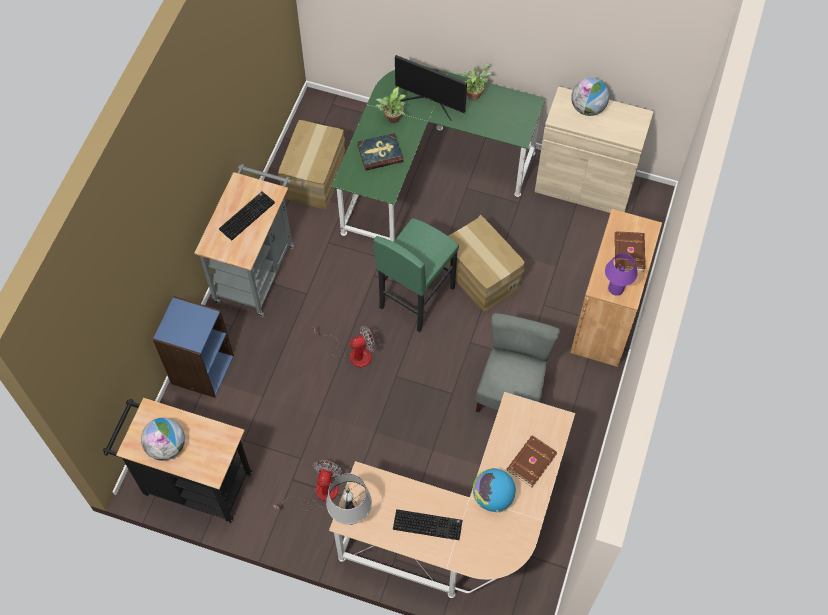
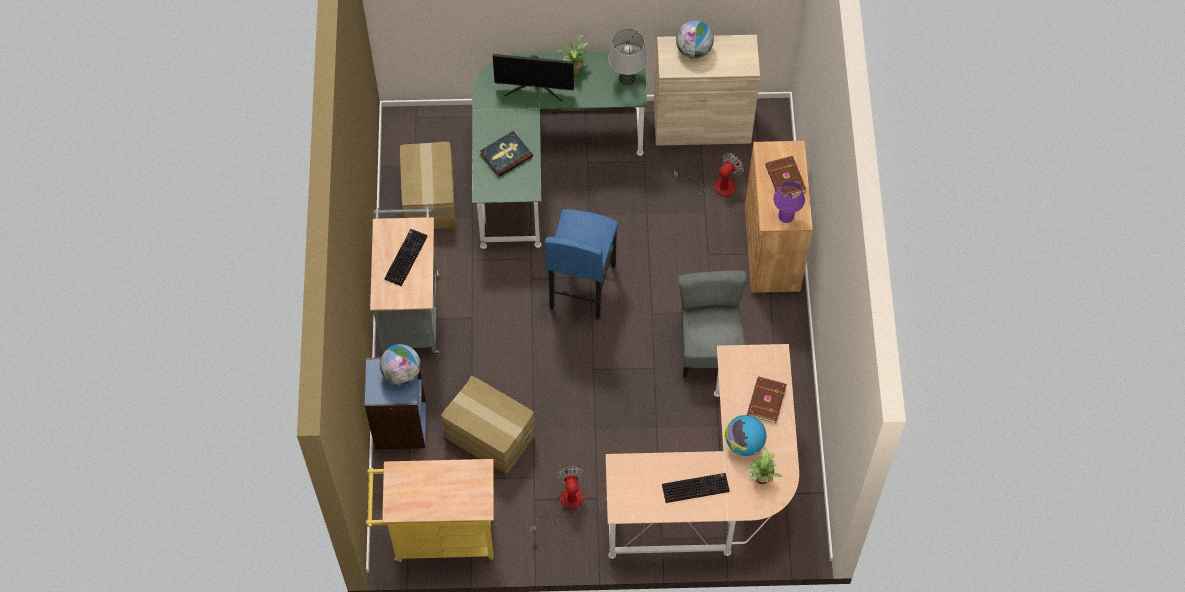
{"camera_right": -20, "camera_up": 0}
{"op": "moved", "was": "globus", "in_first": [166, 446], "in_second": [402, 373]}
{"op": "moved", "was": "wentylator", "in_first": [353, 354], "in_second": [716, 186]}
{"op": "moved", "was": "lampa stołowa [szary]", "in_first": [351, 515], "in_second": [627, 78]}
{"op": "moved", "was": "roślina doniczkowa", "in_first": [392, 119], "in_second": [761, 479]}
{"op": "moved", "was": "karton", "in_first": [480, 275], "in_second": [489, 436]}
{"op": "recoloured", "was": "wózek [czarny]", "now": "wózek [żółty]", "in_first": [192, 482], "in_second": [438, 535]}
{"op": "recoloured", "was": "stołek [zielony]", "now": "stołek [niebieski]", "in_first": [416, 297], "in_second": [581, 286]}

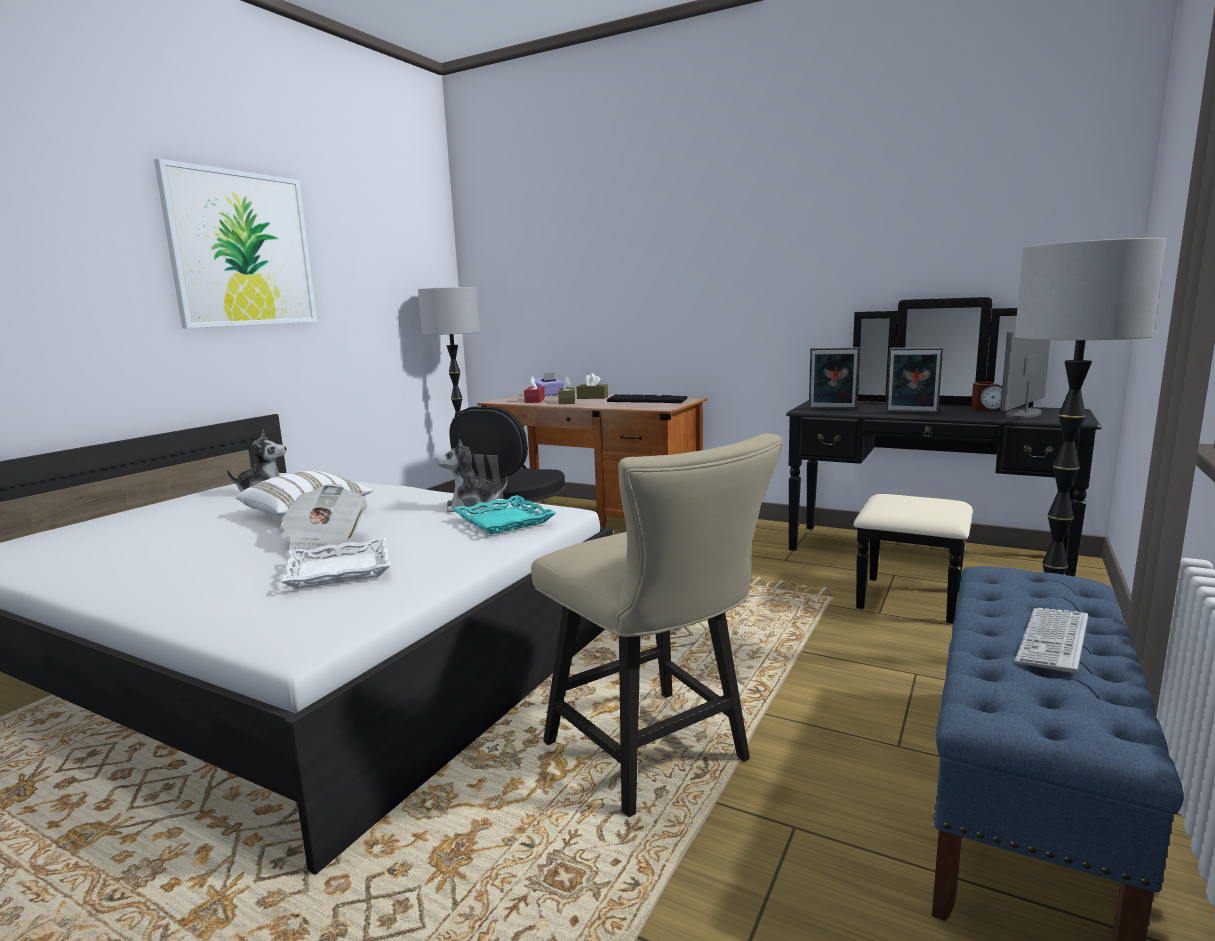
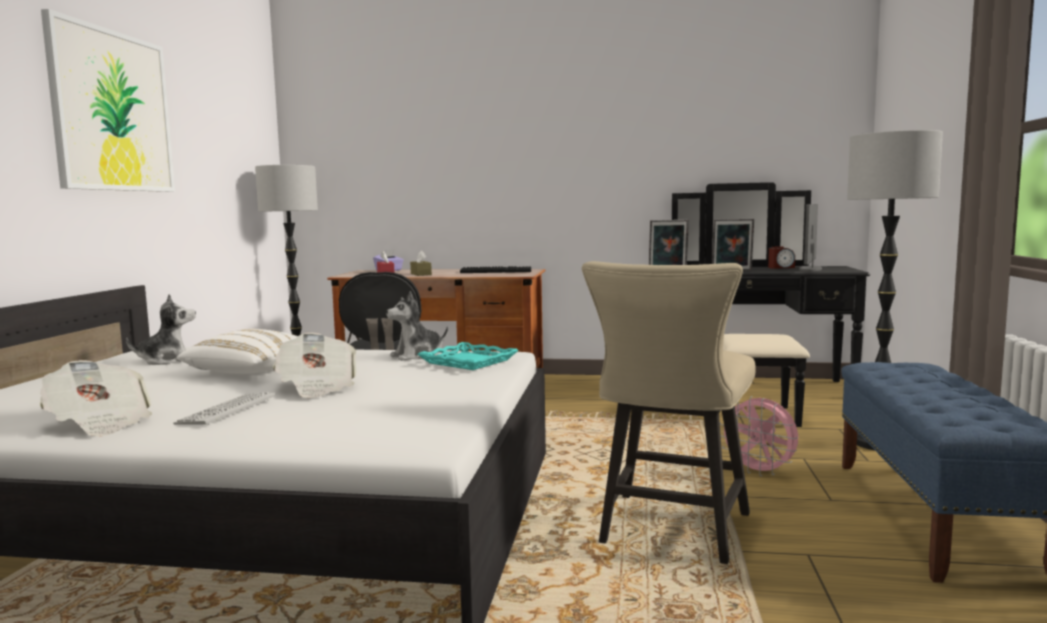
{"camera_right": -20, "camera_up": -5}
{"op": "removed", "was": "taca [biały]", "in_first": [338, 571]}
{"op": "removed", "was": "pudełko chusteczek [brązowy]", "in_first": [592, 397]}
{"op": "added", "now": "gazeta", "in_second": [100, 423]}
{"op": "added", "now": "wentylator [różowy]", "in_second": [759, 472]}
{"op": "moved", "was": "klawiatura", "in_first": [1052, 640], "in_second": [227, 410]}
{"op": "turned", "was": "krzesło [beżowy]", "in_first": [656, 756], "in_second": [671, 532], "clockwise": 75}

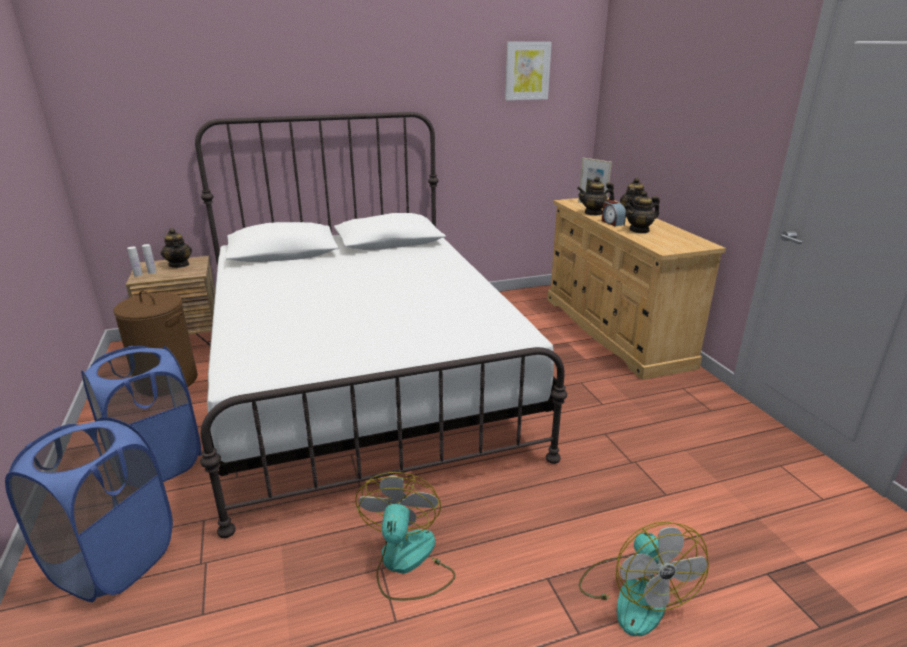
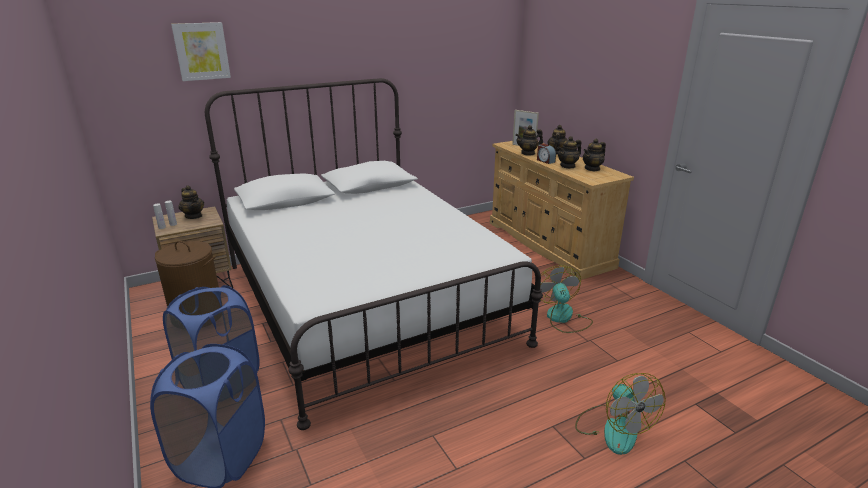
{"camera_right": -10, "camera_up": 0}
{"op": "added", "now": "imbryk", "in_second": [592, 169]}
{"op": "moved", "was": "wentylator", "in_first": [407, 563], "in_second": [563, 318]}
{"op": "moved", "was": "obraz", "in_first": [527, 71], "in_second": [201, 51]}

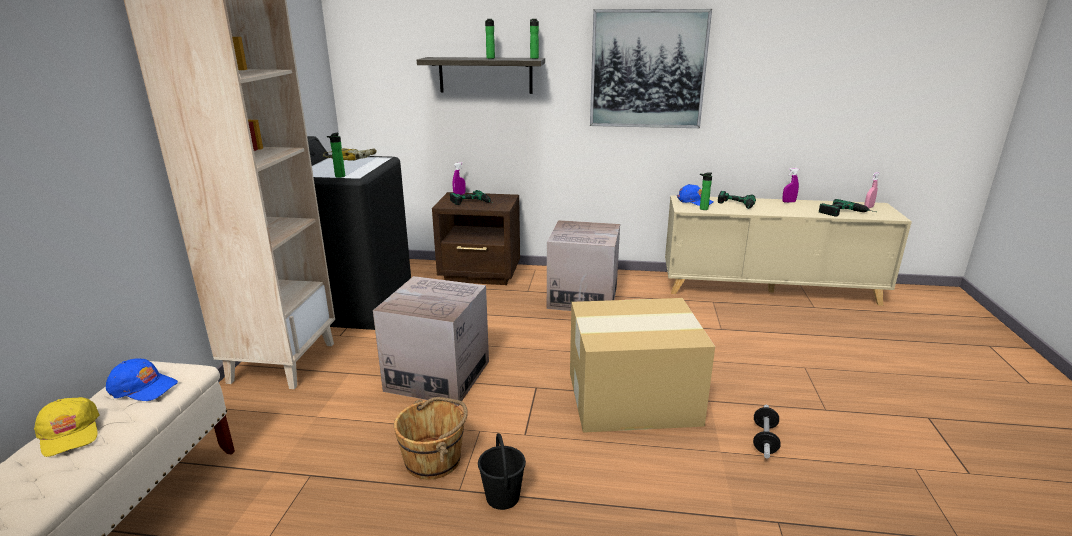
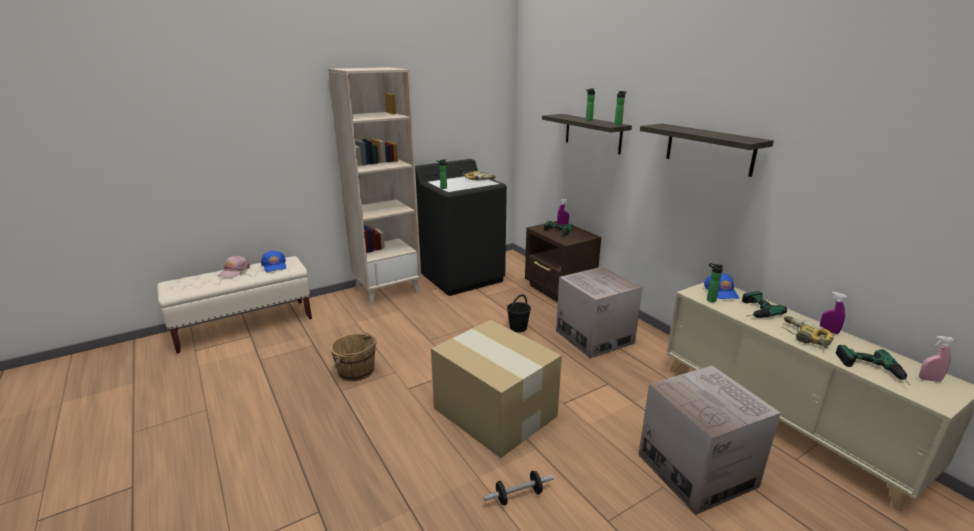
{"camera_right": 50, "camera_up": 0}
{"op": "added", "now": "wiertarka", "in_second": [803, 337]}
{"op": "moved", "was": "karton", "in_first": [438, 376], "in_second": [696, 470]}
{"op": "moved", "was": "wiadro [czarny]", "in_first": [502, 496], "in_second": [518, 327]}
{"op": "replaced", "was": "obraz", "now": "półka", "in_first": [647, 69], "in_second": [709, 149]}
{"op": "recoloured", "was": "czapka z daszkiem [żółty]", "now": "czapka z daszkiem [różowy]", "in_first": [70, 433], "in_second": [234, 271]}

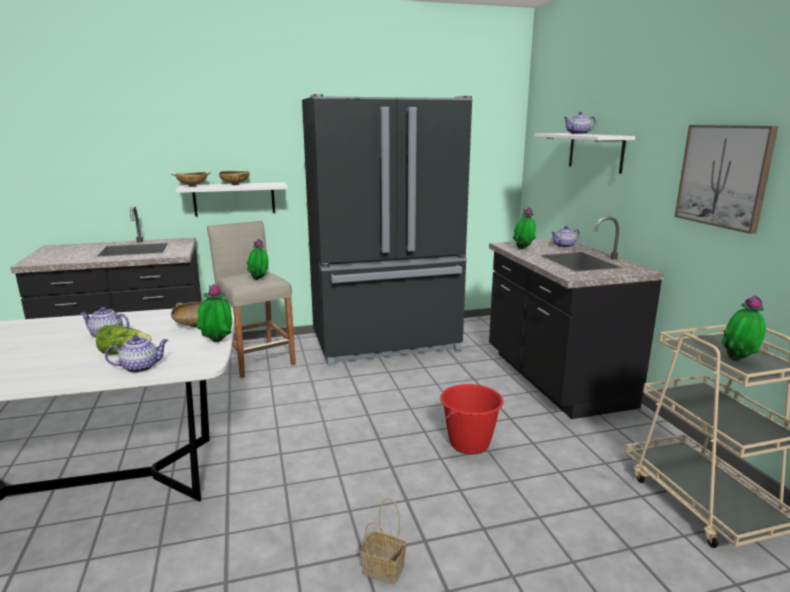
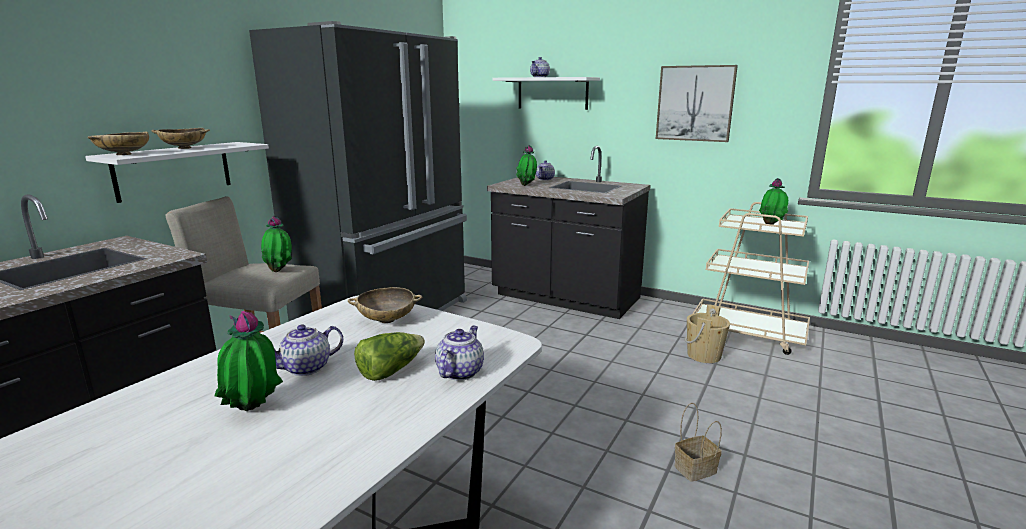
{"camera_right": -45, "camera_up": 0}
{"op": "removed", "was": "wiadro [czerwony]", "in_first": [469, 444]}
{"op": "added", "now": "wiadro [beżowy]", "in_second": [704, 355]}
{"op": "moved", "was": "roślina doniczkowa", "in_first": [217, 343], "in_second": [253, 411]}

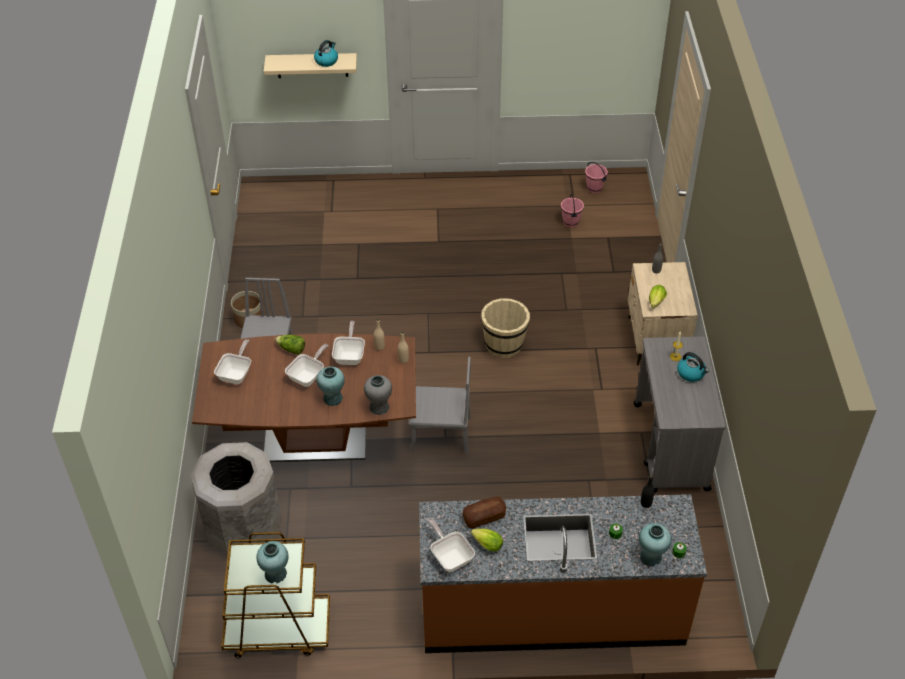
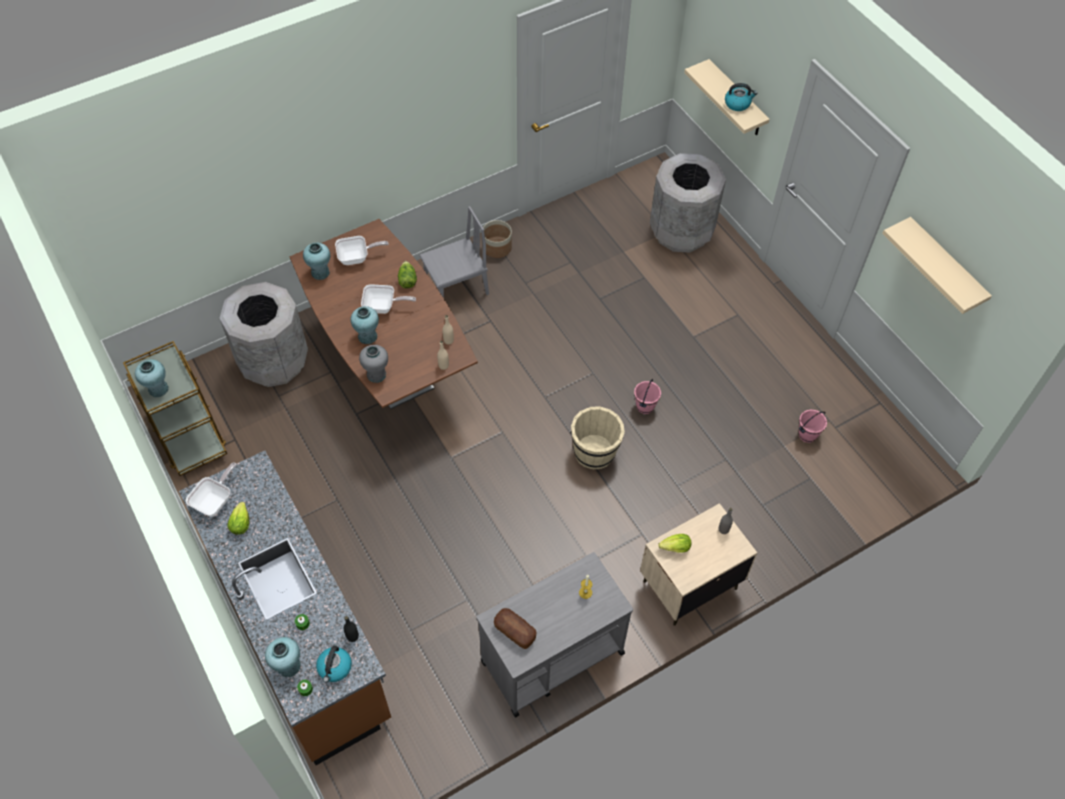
{"camera_right": 60, "camera_up": 10}
{"op": "removed", "was": "patelnia", "in_first": [350, 355]}
{"op": "removed", "was": "krzesło [szary]", "in_first": [441, 434]}
{"op": "added", "now": "wazon [turkusowy]", "in_second": [320, 272]}
{"op": "added", "now": "kosz na śmieci [szary]", "in_second": [681, 231]}
{"op": "added", "now": "półka [beżowy]", "in_second": [944, 266]}
{"op": "moved", "was": "chleb", "in_first": [484, 517], "in_second": [515, 631]}
{"op": "moved", "was": "wiadro [różowy]", "in_first": [594, 188], "in_second": [644, 406]}
{"op": "moved", "was": "czajnik", "in_first": [691, 373], "in_second": [335, 668]}

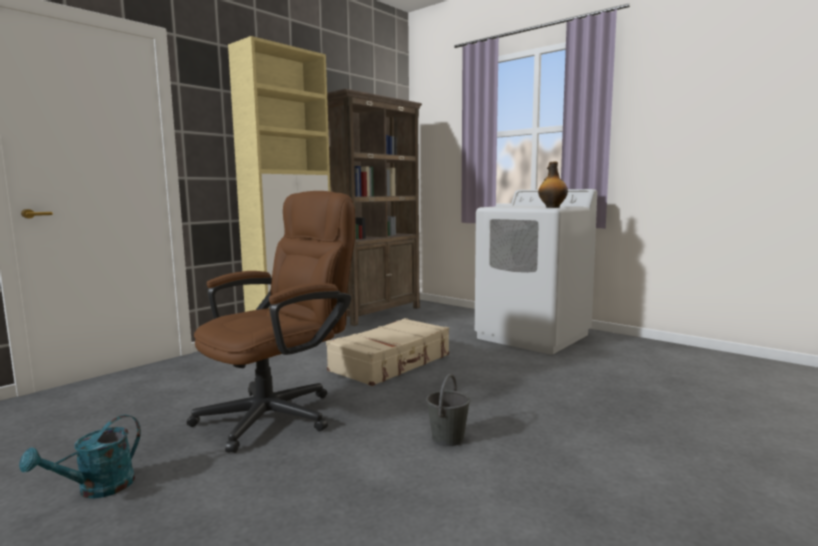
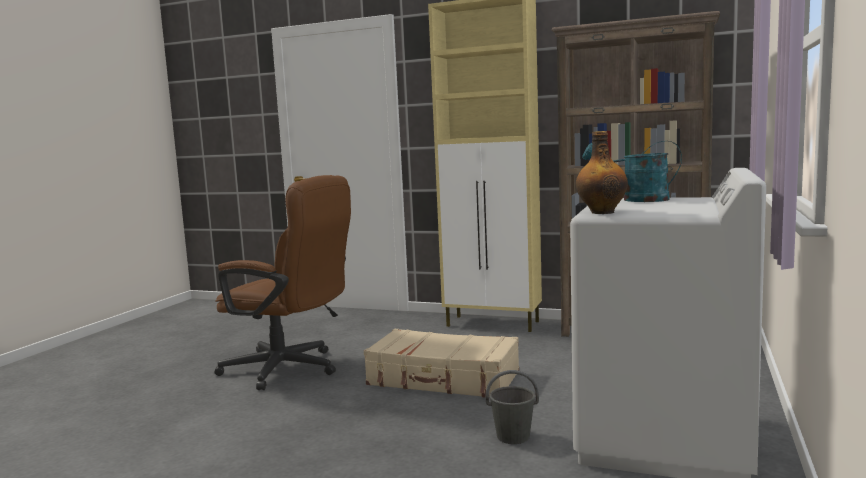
{"camera_right": 70, "camera_up": 0}
{"op": "moved", "was": "konewka [turkusowy]", "in_first": [97, 489], "in_second": [636, 200]}
{"op": "moved", "was": "wiadro [szary]", "in_first": [447, 439], "in_second": [512, 436]}

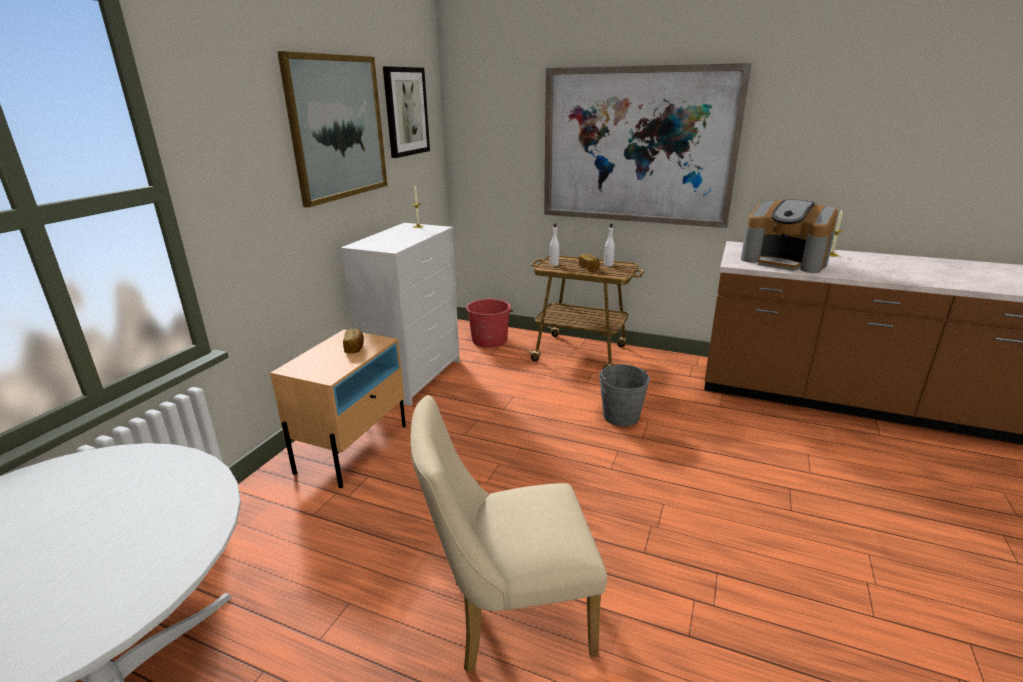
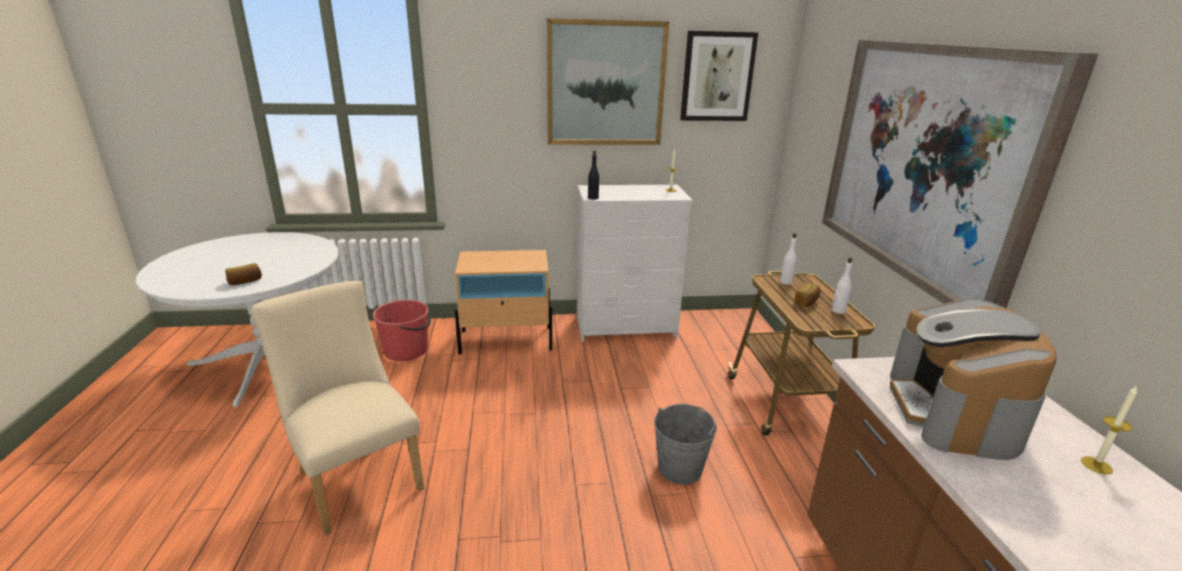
{"camera_right": 60, "camera_up": 0}
{"op": "added", "now": "butelka [czarny]", "in_second": [593, 198]}
{"op": "moved", "was": "chleb", "in_first": [355, 348], "in_second": [245, 282]}
{"op": "moved", "was": "wiadro [czerwony]", "in_first": [489, 340], "in_second": [406, 350]}

